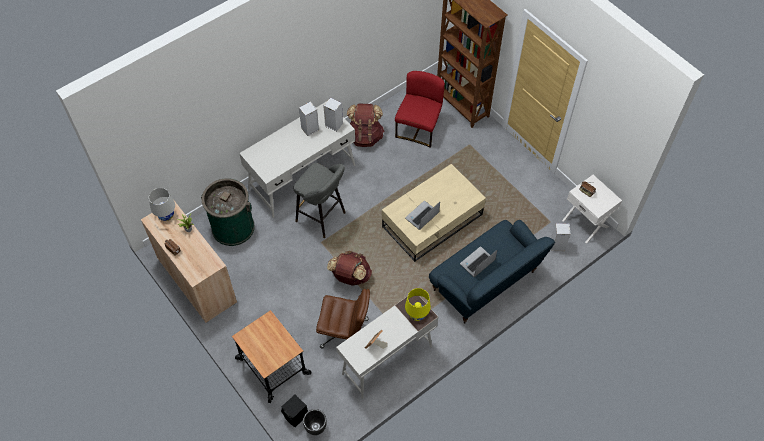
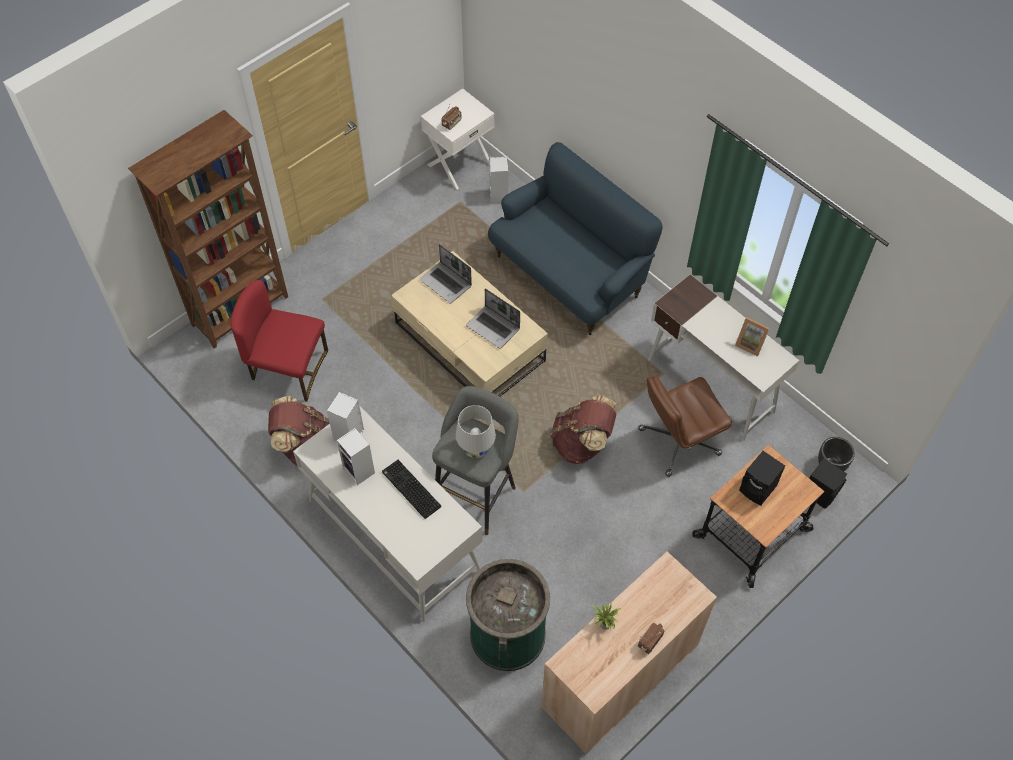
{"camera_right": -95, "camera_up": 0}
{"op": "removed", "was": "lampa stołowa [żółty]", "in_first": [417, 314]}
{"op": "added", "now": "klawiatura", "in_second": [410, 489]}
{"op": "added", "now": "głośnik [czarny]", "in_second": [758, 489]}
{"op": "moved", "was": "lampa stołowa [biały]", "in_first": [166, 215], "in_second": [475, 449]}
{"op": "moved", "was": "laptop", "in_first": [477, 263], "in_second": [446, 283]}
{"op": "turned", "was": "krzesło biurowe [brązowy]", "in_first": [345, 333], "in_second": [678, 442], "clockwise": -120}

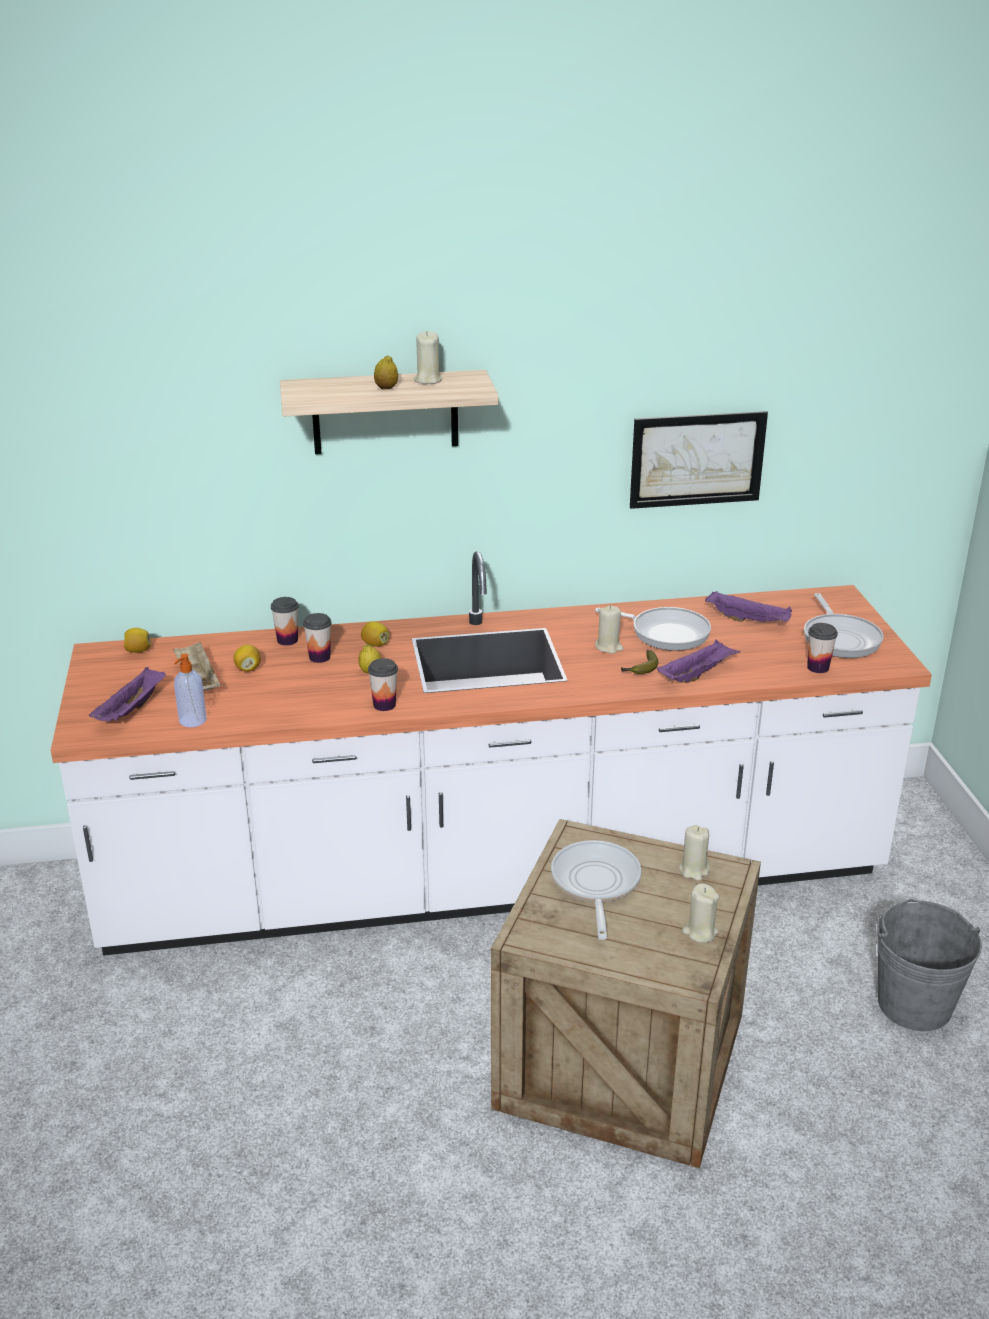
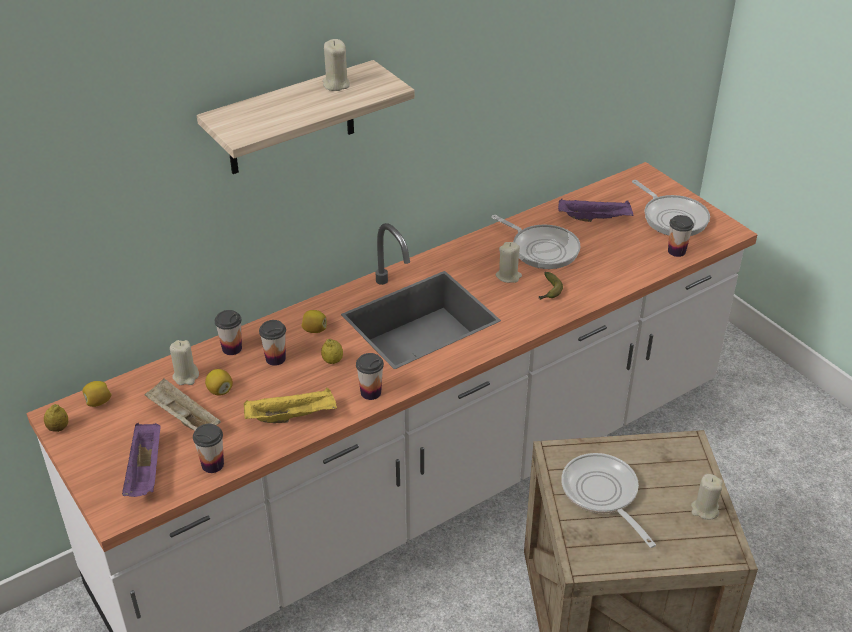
{"camera_right": -25, "camera_up": 10}
{"op": "removed", "was": "obraz", "in_first": [697, 459]}
{"op": "removed", "was": "taca [fioletowy]", "in_first": [697, 674]}
{"op": "removed", "was": "wiadro [szary]", "in_first": [914, 1004]}
{"op": "added", "now": "taca [żółty]", "in_second": [292, 416]}
{"op": "moved", "was": "cytryna", "in_first": [386, 388], "in_second": [58, 428]}
{"op": "moved", "was": "świeca [beżowy]", "in_first": [694, 870], "in_second": [186, 376]}
{"op": "replaced", "was": "dozownik mydła", "now": "filiżanka", "in_first": [192, 721], "in_second": [212, 465]}
{"op": "turned", "was": "patelnia", "in_first": [665, 633], "in_second": [542, 249], "clockwise": 45}

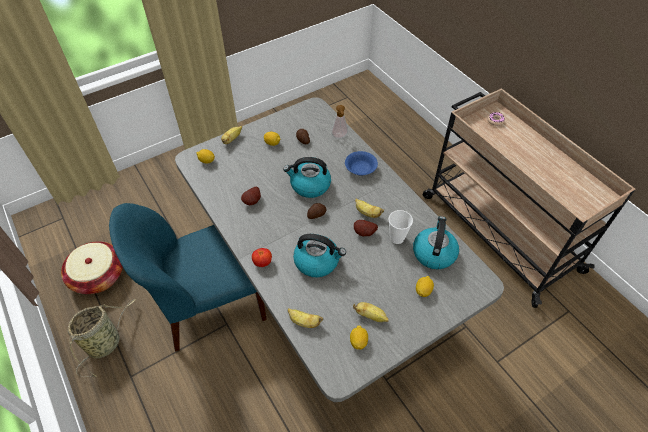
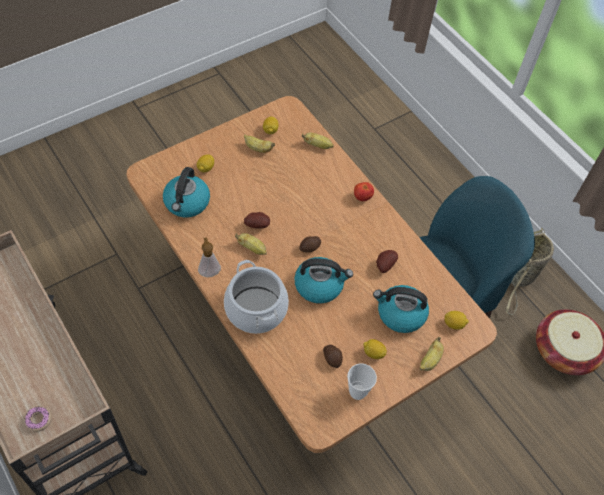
{"camera_right": 175, "camera_up": 5}
{"op": "moved", "was": "czajnik", "in_first": [317, 261], "in_second": [400, 314]}
{"op": "moved", "was": "dozownik mydła", "in_first": [339, 137], "in_second": [209, 272]}
{"op": "moved", "was": "filiżanka", "in_first": [397, 238], "in_second": [357, 392]}
{"op": "replaced", "was": "miska [niebieski]", "now": "garnek", "in_first": [360, 169], "in_second": [256, 309]}
{"op": "recoloured", "was": "stół jadalny [szary]", "now": "stół jadalny [brązowy]", "in_first": [324, 293], "in_second": [294, 327]}

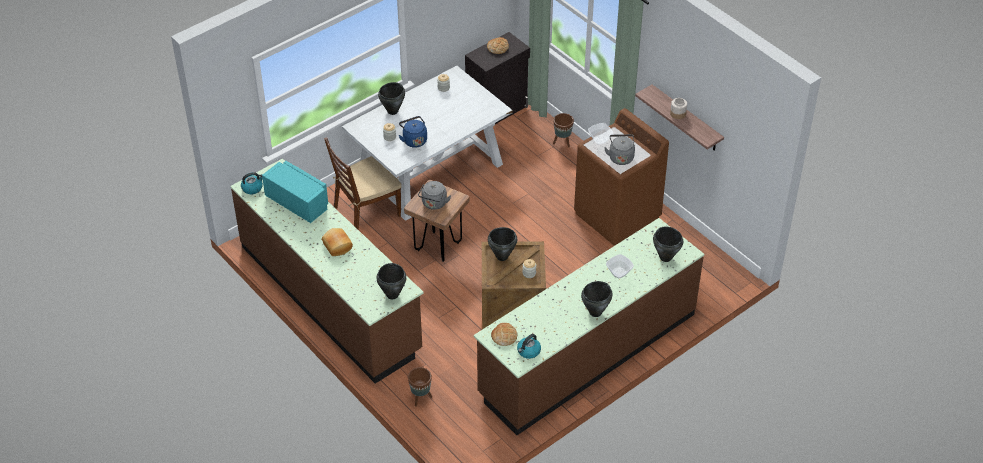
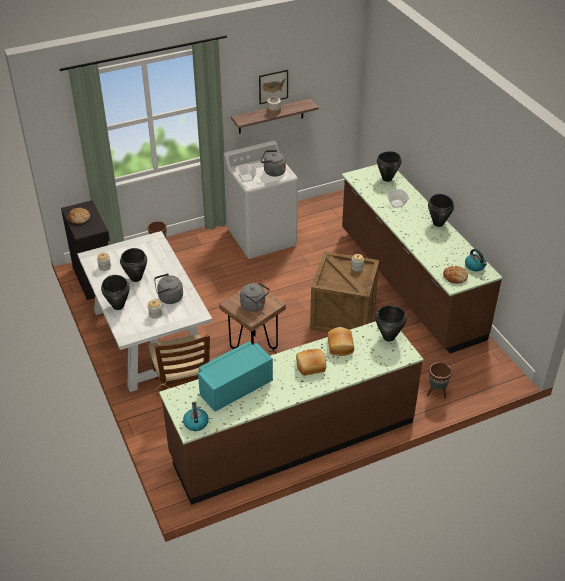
{"camera_right": -75, "camera_up": -5}
{"op": "added", "now": "obraz", "in_second": [273, 86]}
{"op": "added", "now": "chleb", "in_second": [341, 346]}
{"op": "moved", "was": "garnek [czarny]", "in_first": [501, 256], "in_second": [135, 278]}
{"op": "recoloured", "was": "czajnik [niebieski]", "now": "czajnik [szary]", "in_first": [414, 140], "in_second": [169, 298]}
{"op": "recoloured", "was": "pralka [brązowy]", "now": "pralka [biały]", "in_first": [617, 215], "in_second": [262, 237]}

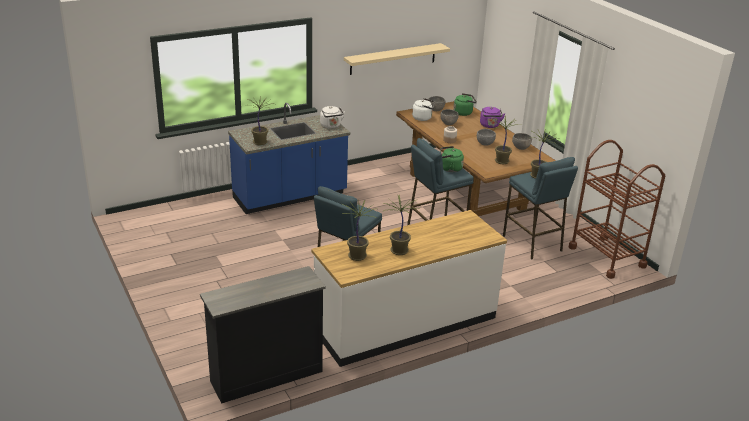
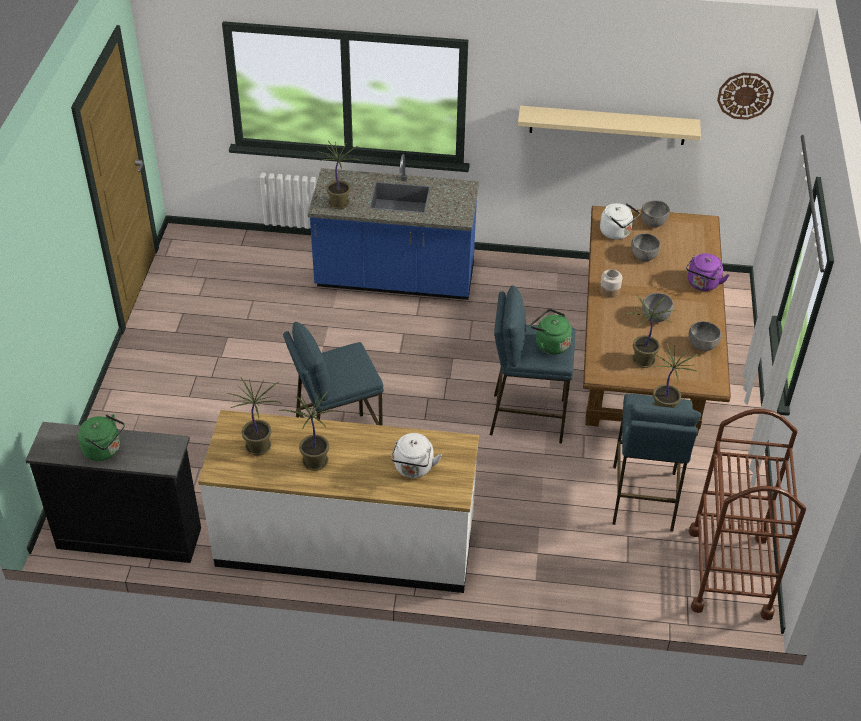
{"camera_right": 35, "camera_up": 15}
{"op": "added", "now": "zegar ścienny", "in_second": [745, 95]}
{"op": "moved", "was": "czajnik [biały]", "in_first": [331, 126], "in_second": [413, 468]}
{"op": "moved", "was": "czajnik [zielony]", "in_first": [464, 113], "in_second": [104, 450]}

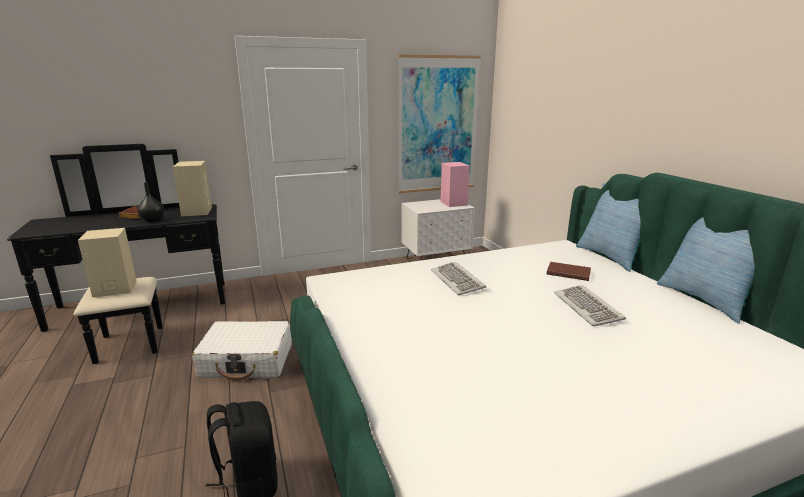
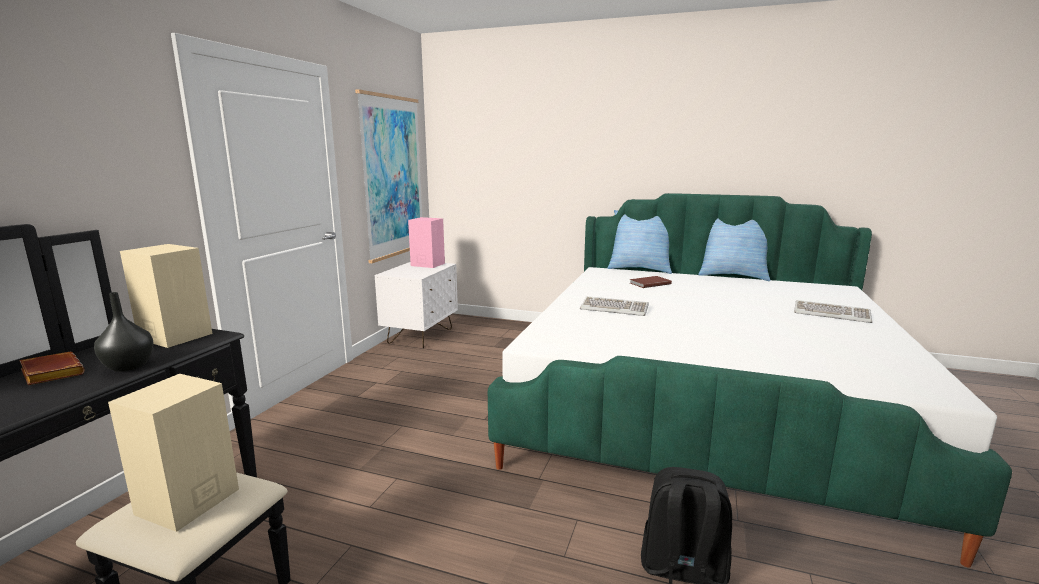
{"camera_right": -50, "camera_up": -5}
{"op": "removed", "was": "walizka [biały]", "in_first": [247, 361]}
{"op": "moved", "was": "klawiatura", "in_first": [588, 308], "in_second": [831, 314]}

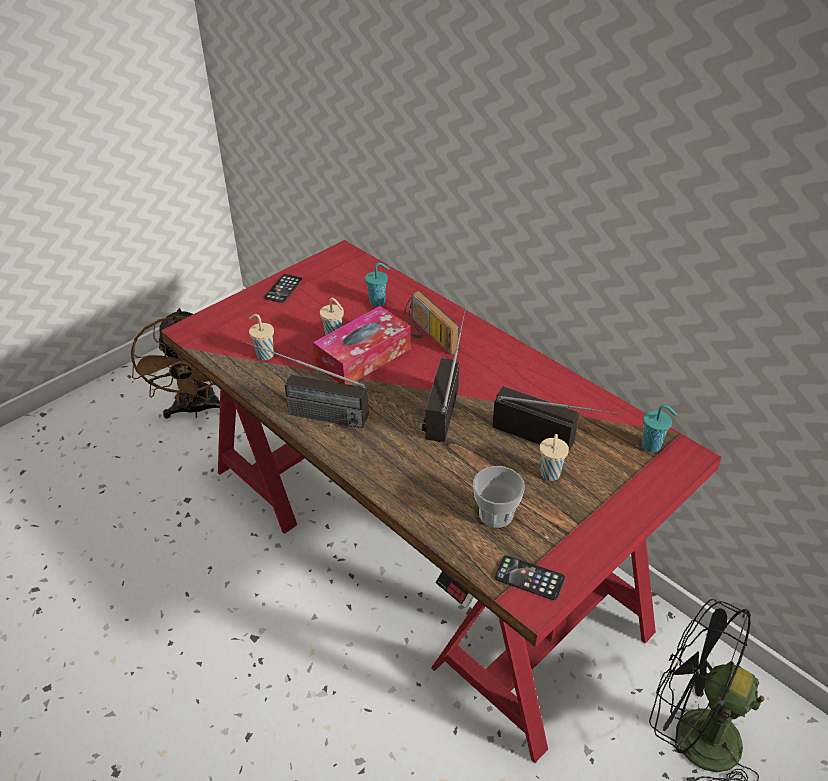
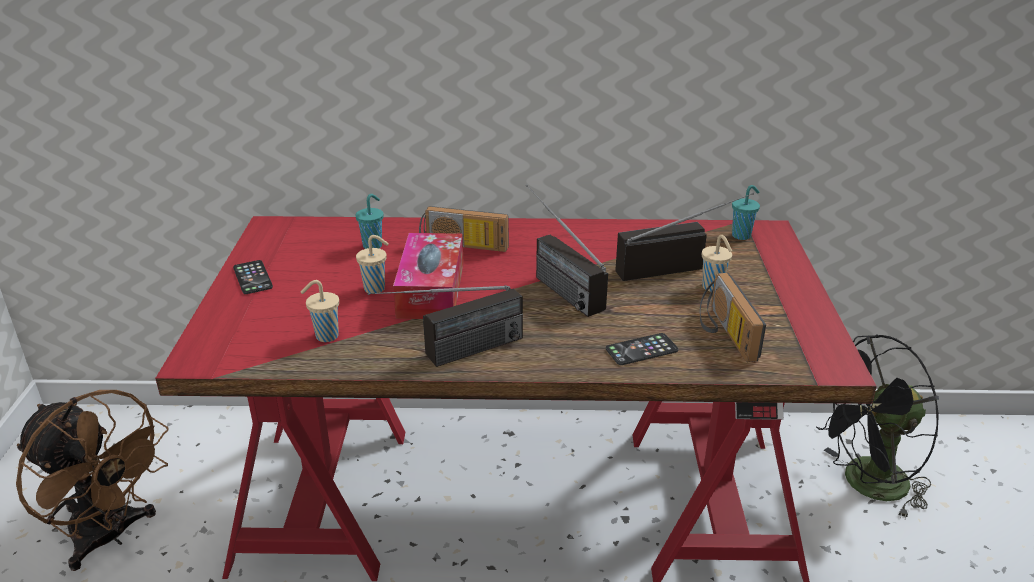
{"camera_right": -45, "camera_up": -10}
{"op": "moved", "was": "telefon", "in_first": [529, 578], "in_second": [641, 350]}
{"op": "replaced", "was": "filiżanka", "now": "radio", "in_first": [496, 514], "in_second": [723, 333]}

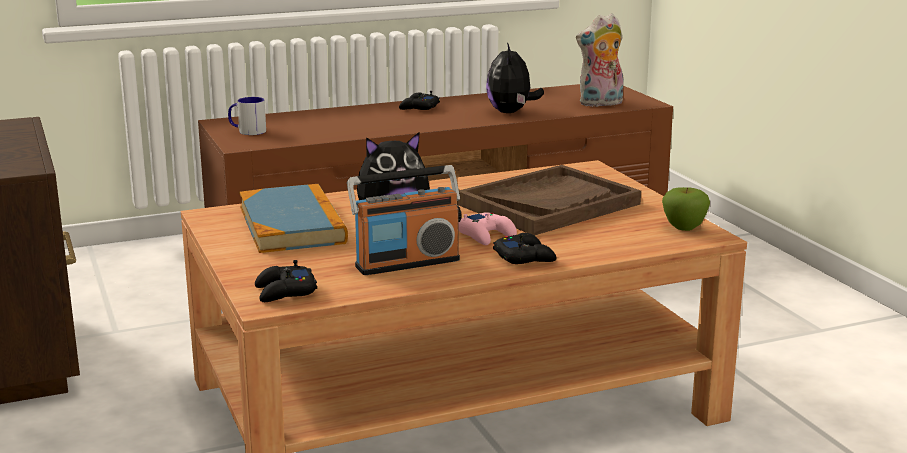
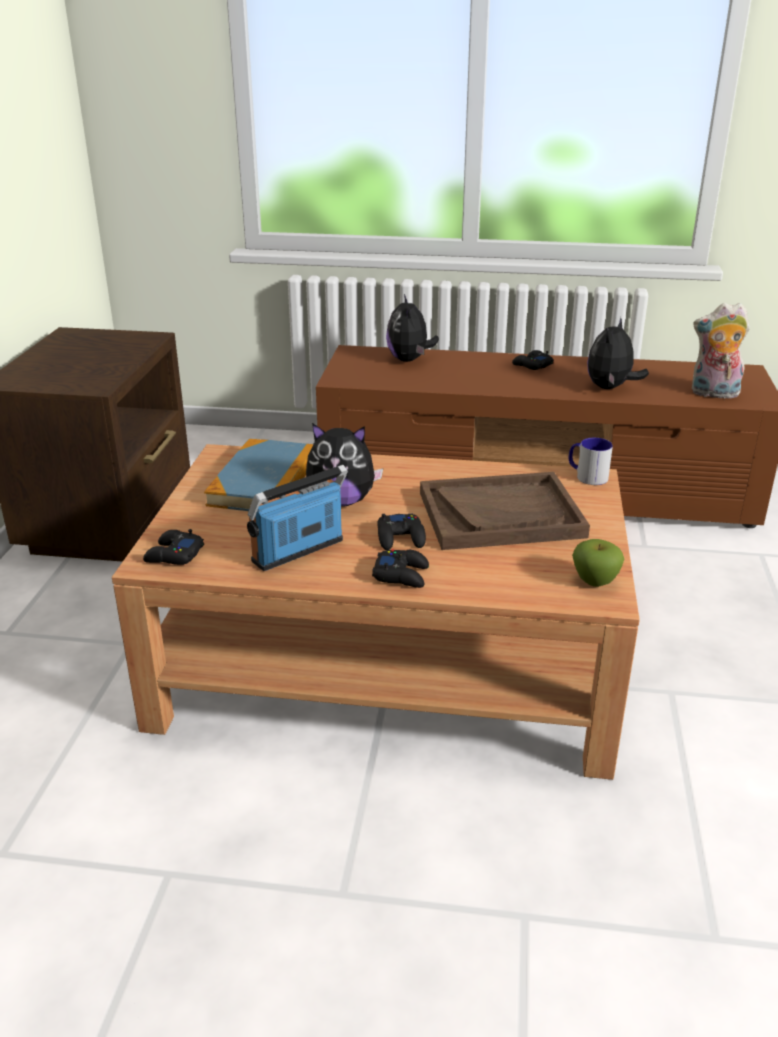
{"camera_right": 30, "camera_up": 10}
{"op": "added", "now": "pluszak", "in_second": [409, 360]}
{"op": "moved", "was": "kubek", "in_first": [247, 131], "in_second": [586, 476]}
{"op": "recoloured", "was": "pad do gier [różowy]", "now": "pad do gier [czarny]", "in_first": [486, 235], "in_second": [401, 538]}
{"op": "turned", "was": "radio", "in_first": [407, 263], "in_second": [299, 551], "clockwise": 135}

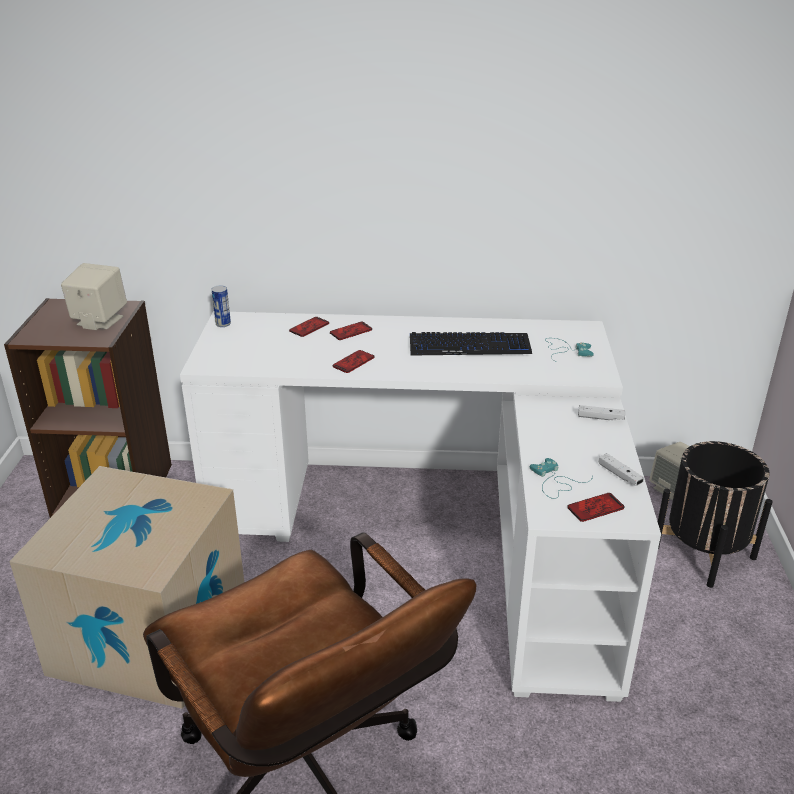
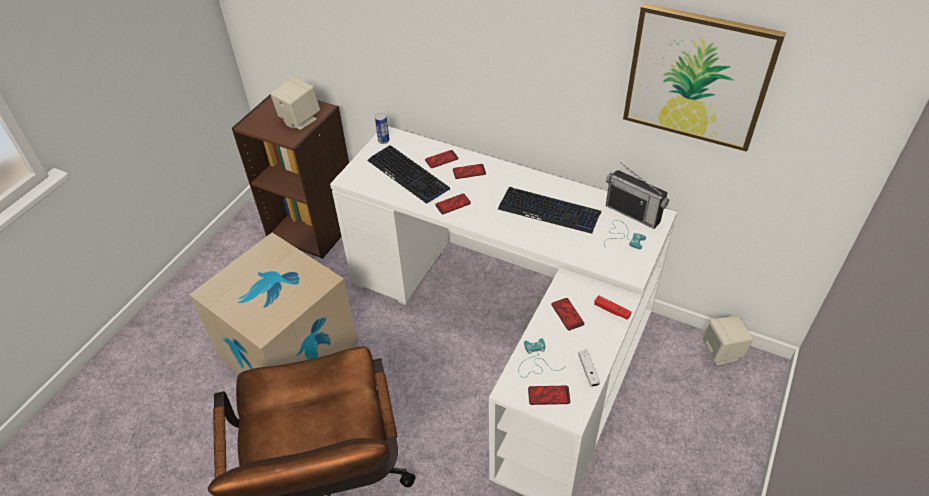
{"camera_right": 25, "camera_up": 15}
{"op": "removed", "was": "donica [czarny]", "in_first": [704, 552]}
{"op": "added", "now": "klawiatura", "in_second": [408, 175]}
{"op": "added", "now": "telefon", "in_second": [567, 314]}
{"op": "added", "now": "radio", "in_second": [633, 213]}
{"op": "added", "now": "obraz", "in_second": [698, 77]}
{"op": "recoloured", "was": "pad do gier [biały]", "now": "pad do gier [czerwony]", "in_first": [600, 418], "in_second": [612, 310]}

